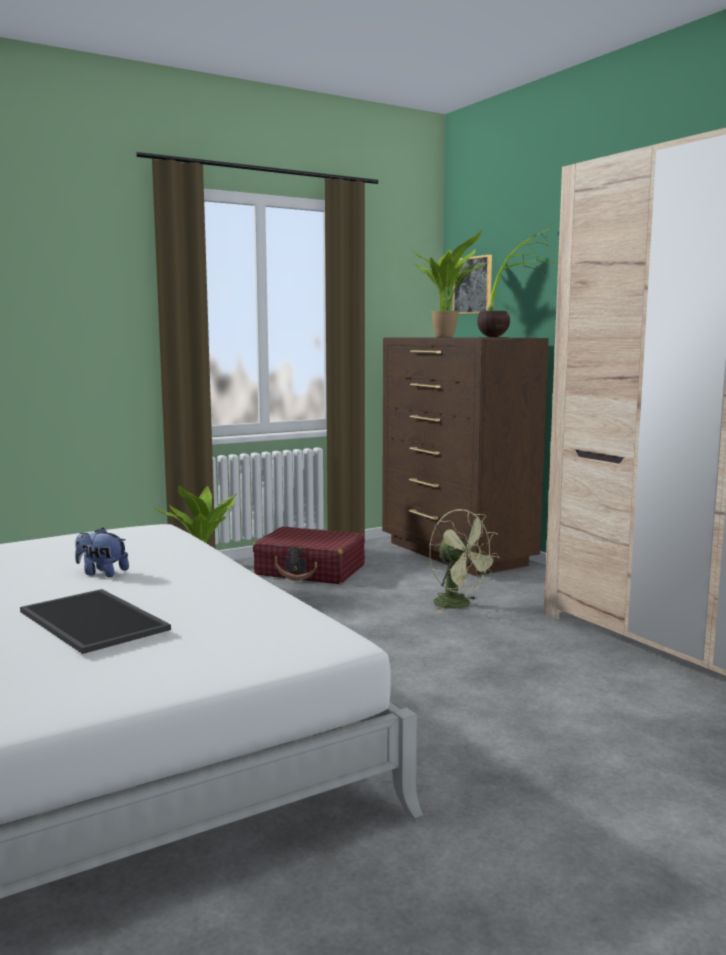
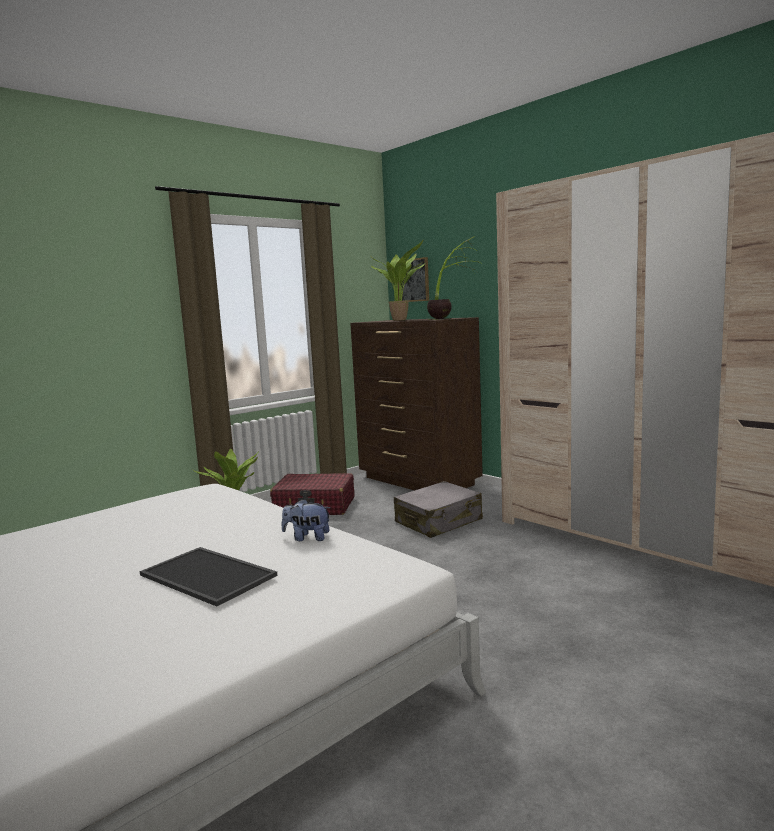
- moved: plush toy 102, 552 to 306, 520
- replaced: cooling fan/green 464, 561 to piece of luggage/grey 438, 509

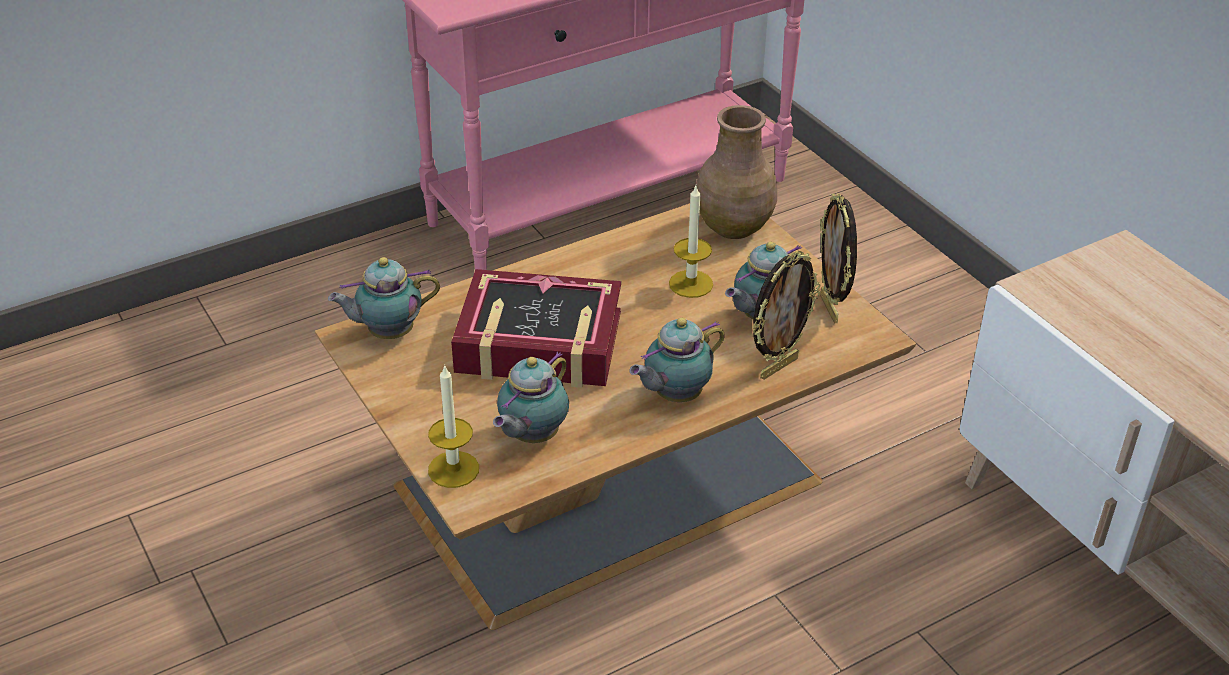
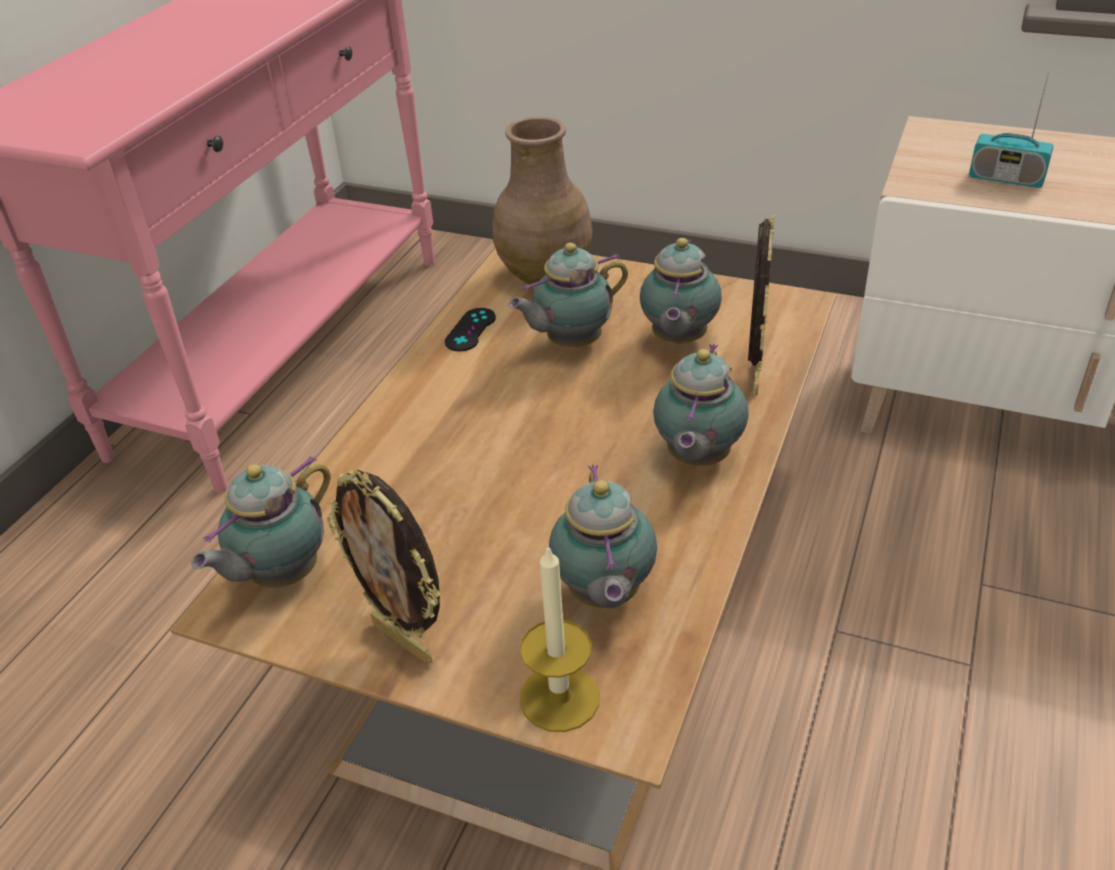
- removed: bound book 536, 328
- added: joypad/black 470, 330
- added: radio receiver 1011, 132
- moved: photo frame 838, 258 to 383, 567
- replaced: wax light 691, 242 to tea pot 568, 295

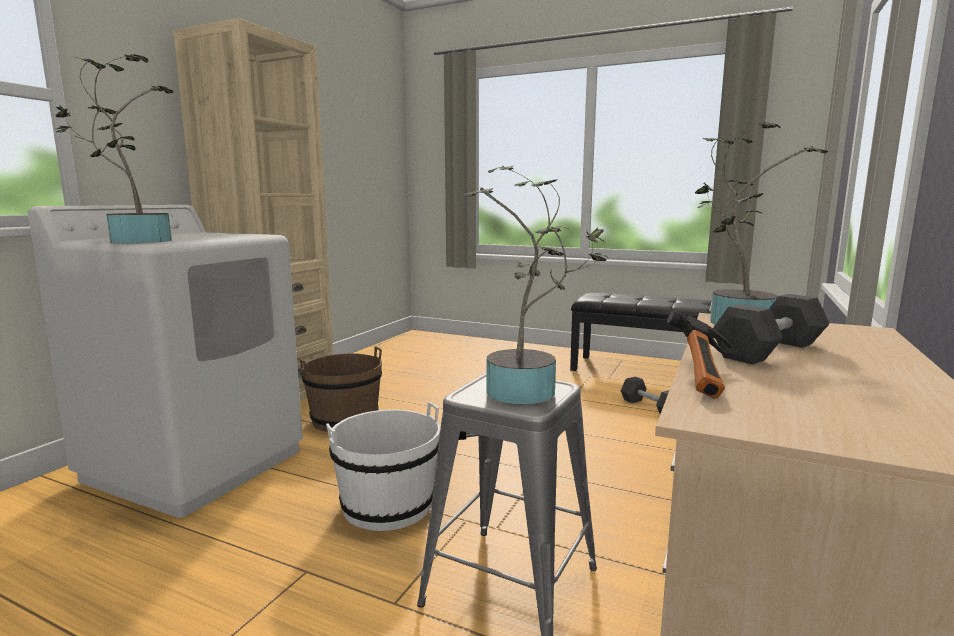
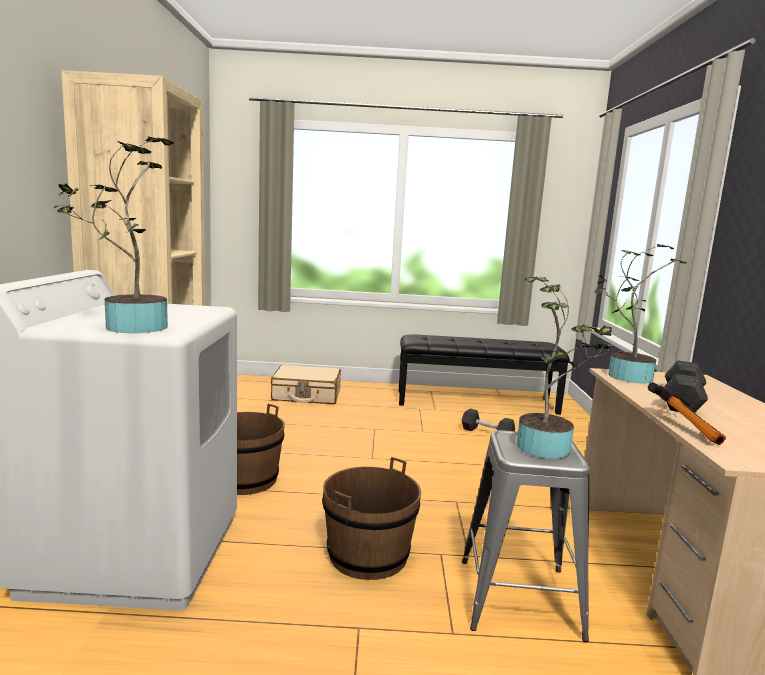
- added: piece of luggage/beige-coloured 306, 384
- recoloured: pail/white-coloured 383, 466 to pail/brown-coloured 371, 518

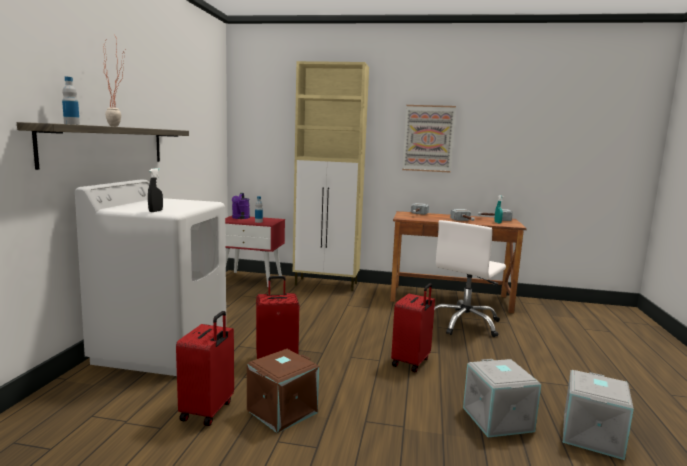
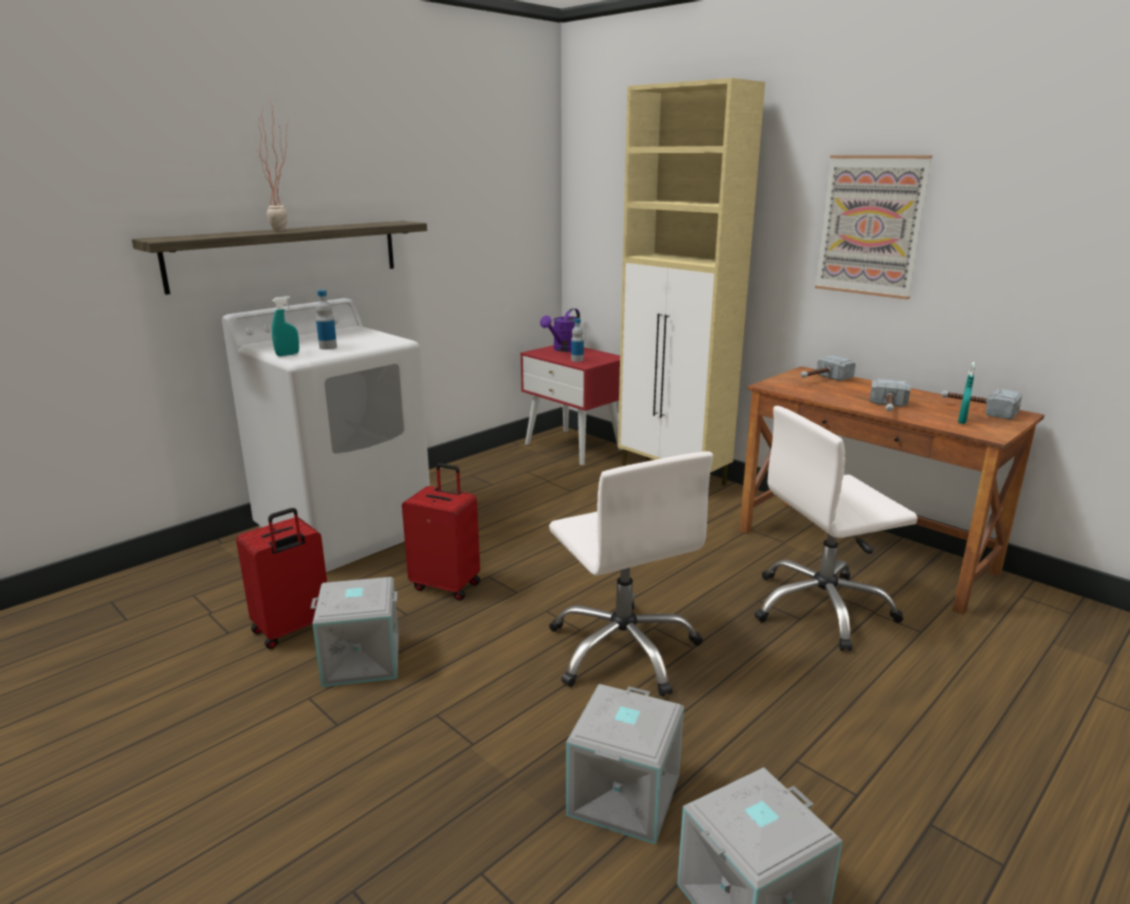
- moved: beverage bottle 71, 101 to 326, 320
- replaced: piece of luggage/red 413, 327 to desk chair/white-coloured 631, 574
- recoloured: sprayer/black 155, 190 to sprayer/blue-green 285, 326
- recoloured: storage bin/brown-coloured 283, 391 to storage bin/grey 354, 632

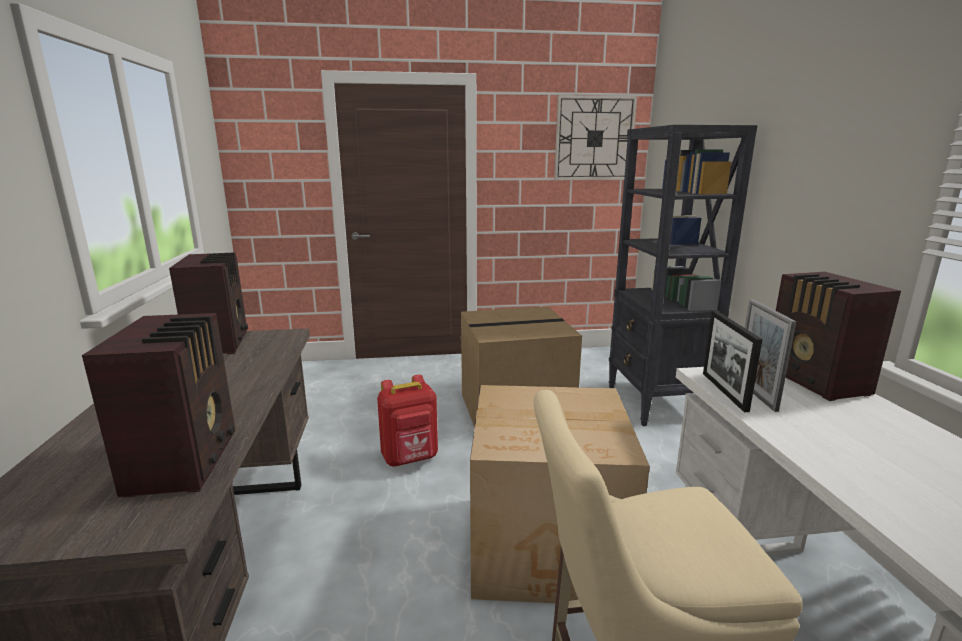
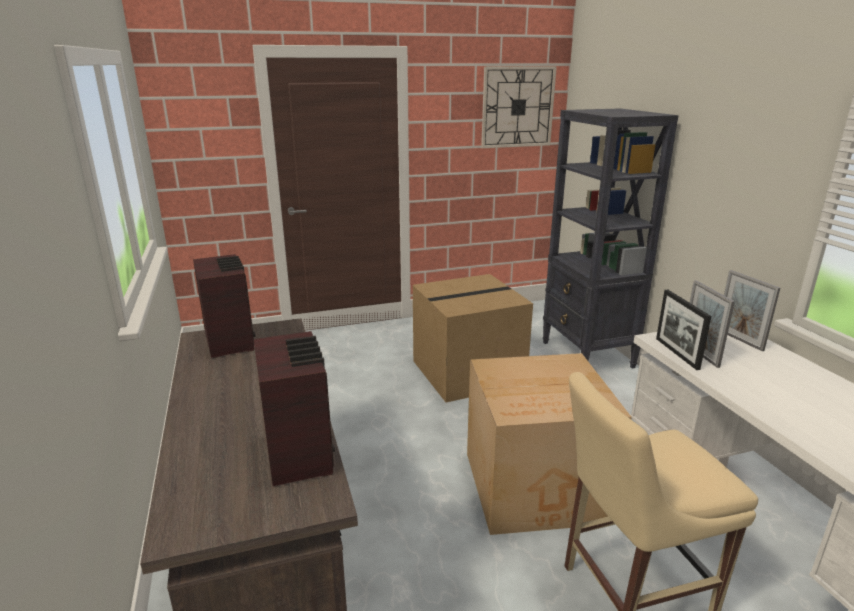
- removed: rucksack/red 407, 421
- replaced: radio receiver 838, 336 to photo frame 752, 310

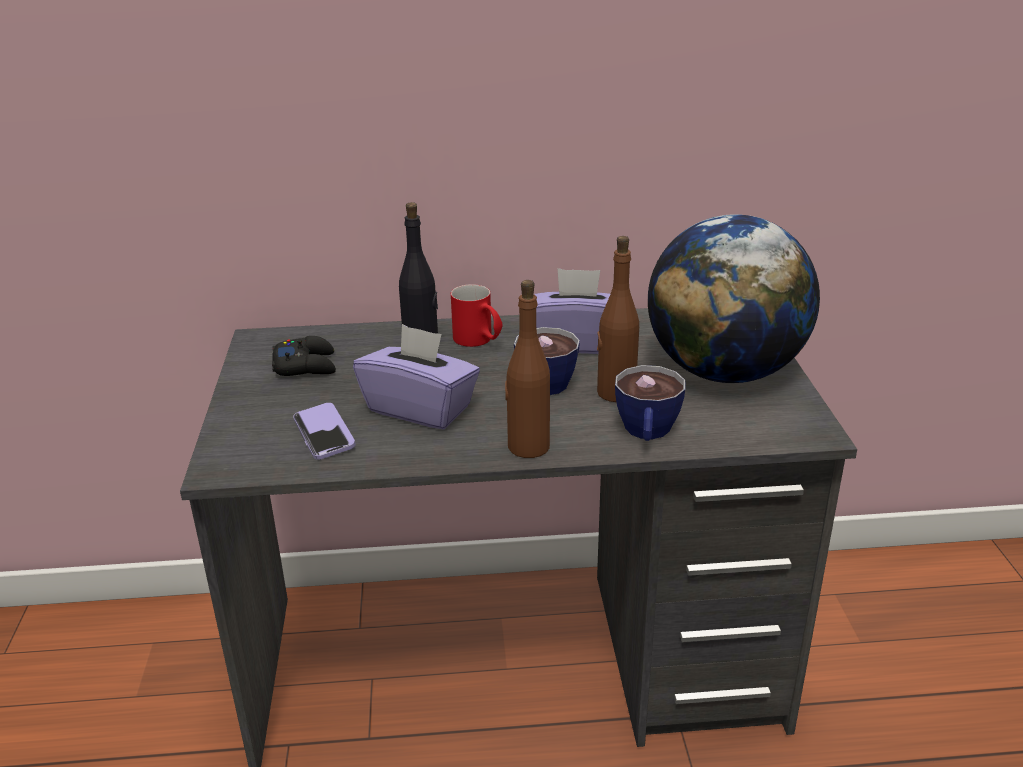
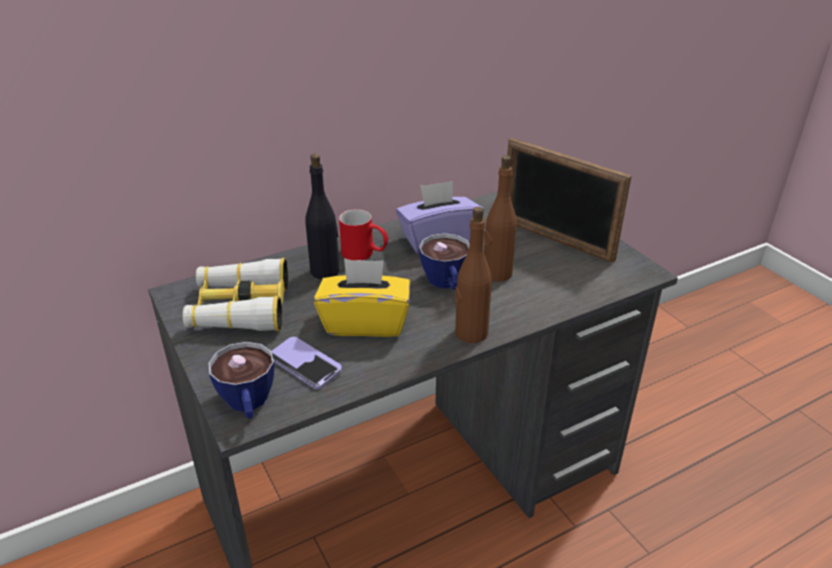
- moved: cup 650, 403 to 241, 380
- replaced: joypad/black 304, 356 to pair of binoculars 235, 294
- replaced: desk globe 734, 298 to photo frame 569, 200
- recoloured: tissue box/purple 416, 376 to tissue box/yellowish 362, 297

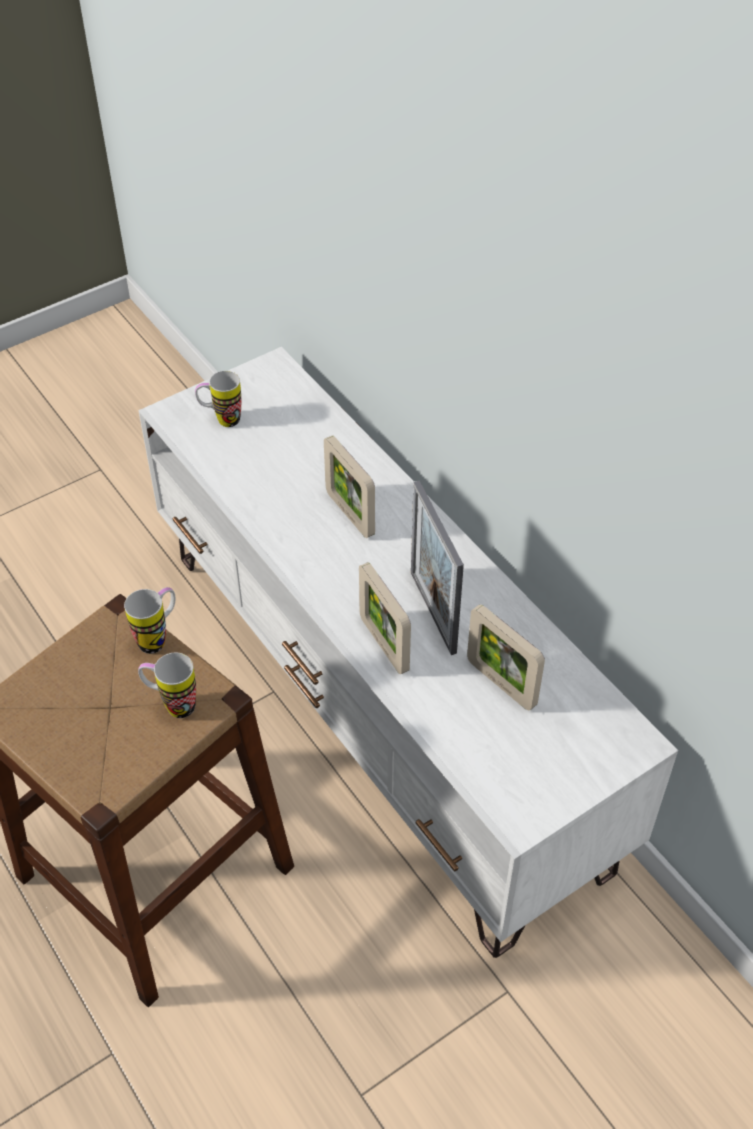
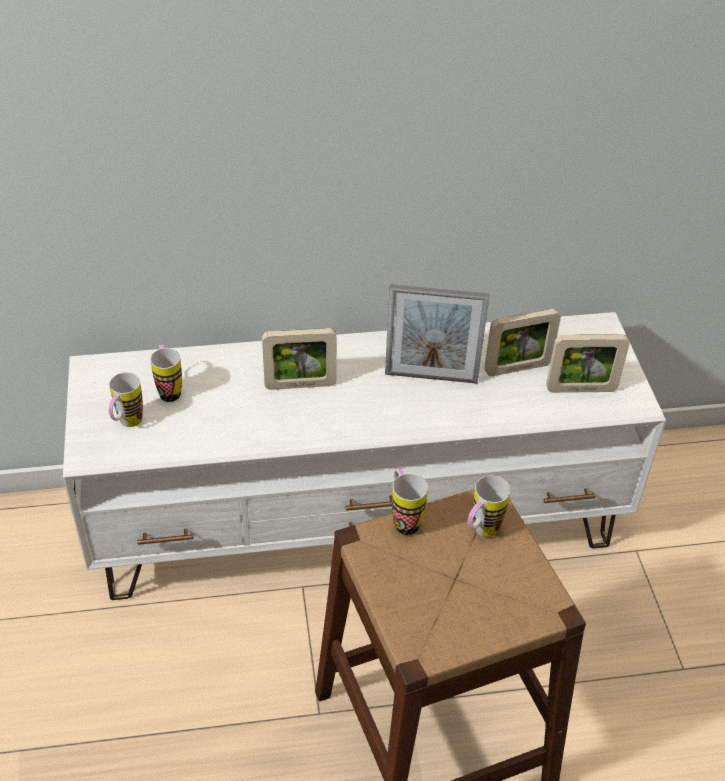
- added: mug 166, 373
- moved: photo frame 385, 618 to 588, 363

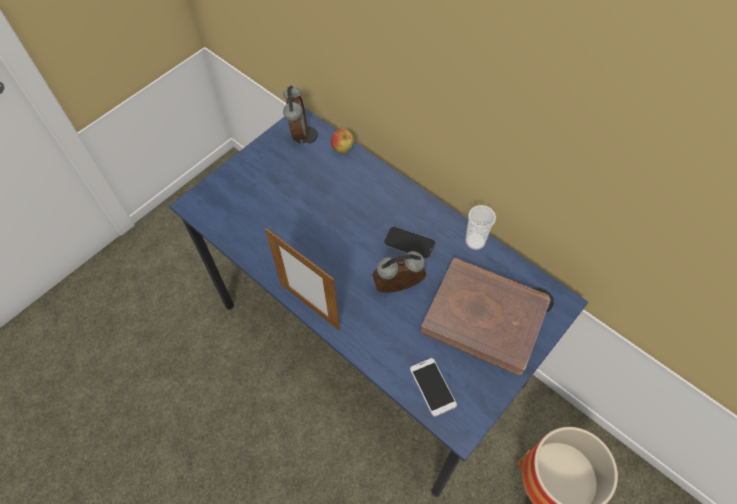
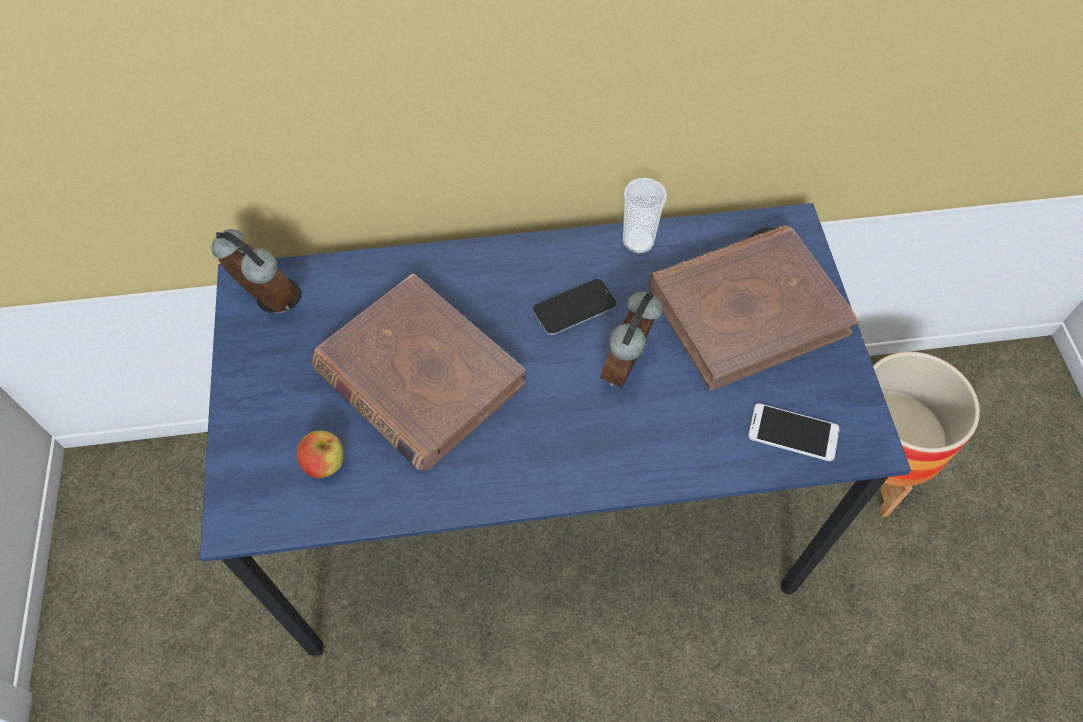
- removed: photo frame 302, 279
- added: bound book/brown-coloured 419, 372
- moved: apple fruit 342, 141 to 320, 454

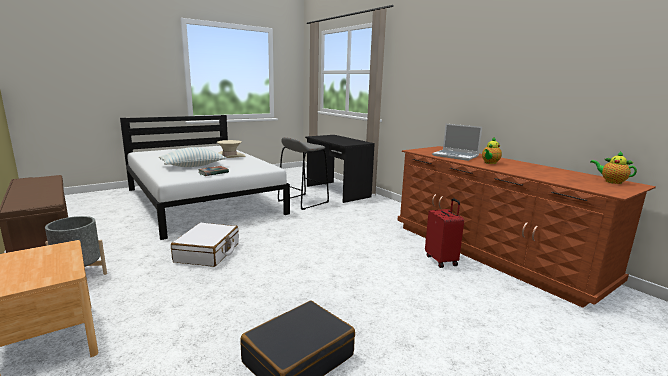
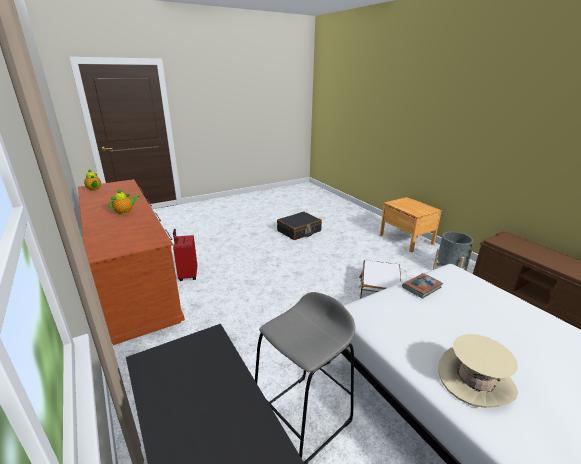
- removed: throw pillow 192, 157
- removed: laptop 457, 142

